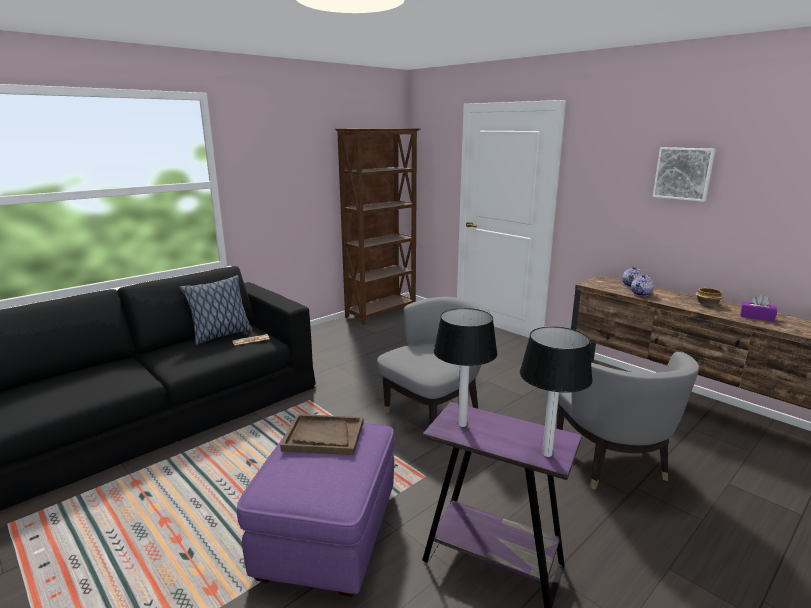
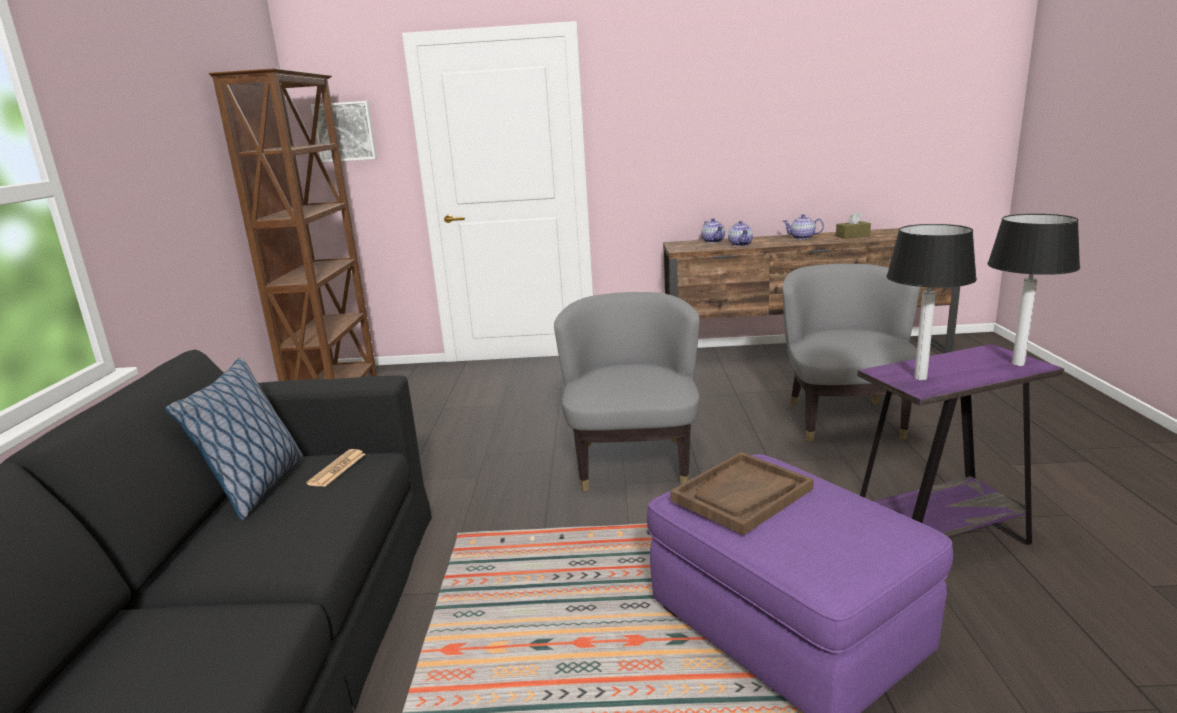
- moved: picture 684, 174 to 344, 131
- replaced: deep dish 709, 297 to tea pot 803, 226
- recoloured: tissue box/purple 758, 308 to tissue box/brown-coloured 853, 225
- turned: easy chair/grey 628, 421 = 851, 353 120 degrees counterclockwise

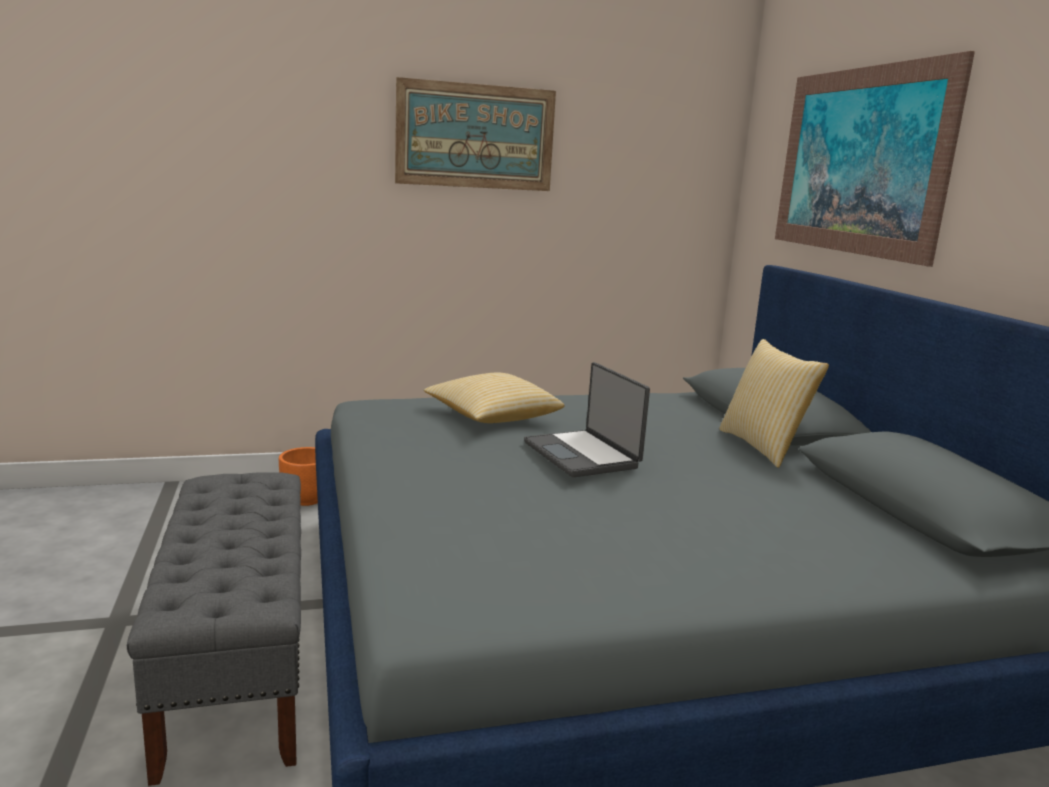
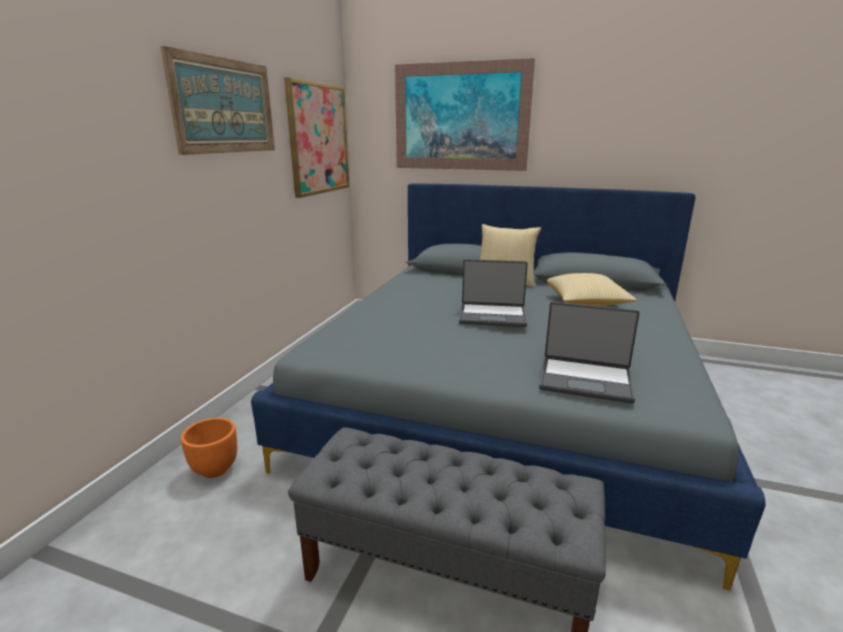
- added: picture 316, 137
- added: laptop 589, 352
- moved: throw pillow 494, 398 to 592, 289

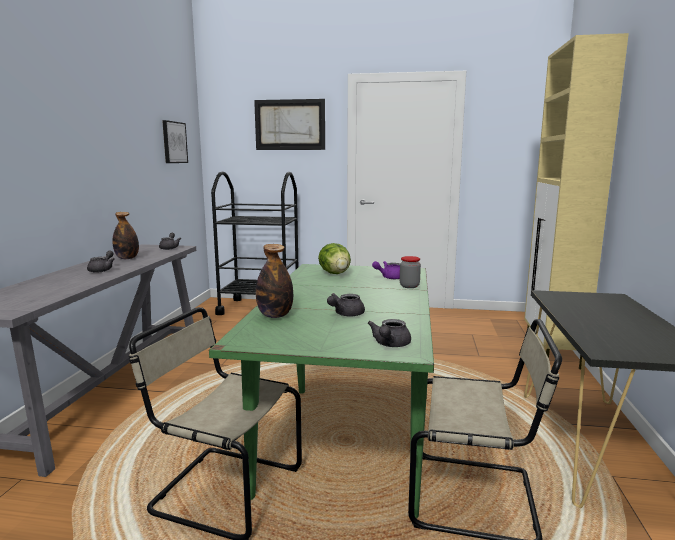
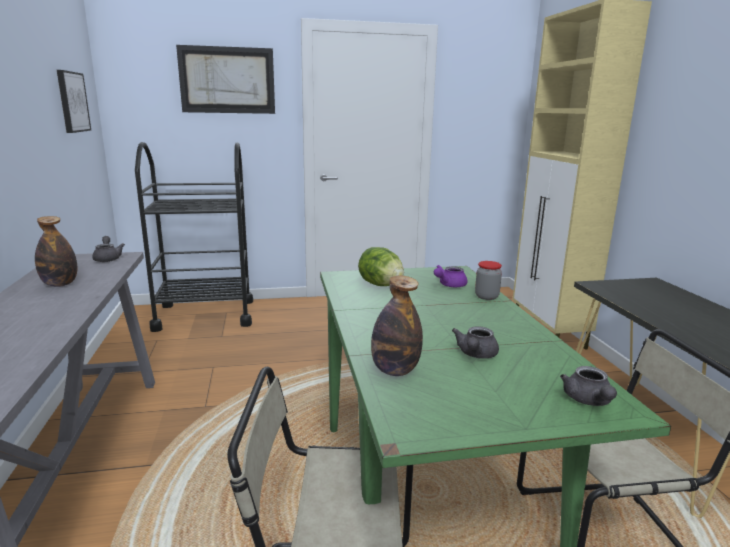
- removed: tea pot/grey 100, 261

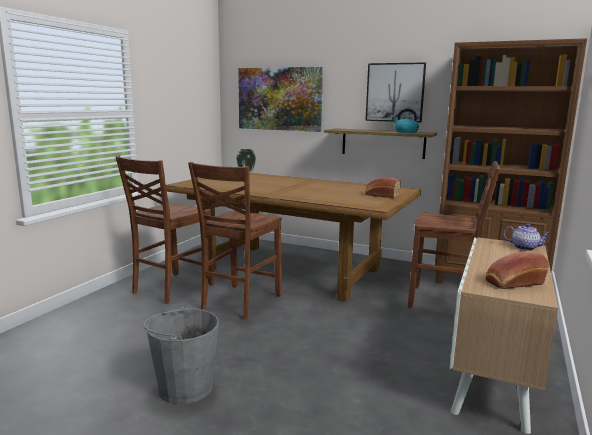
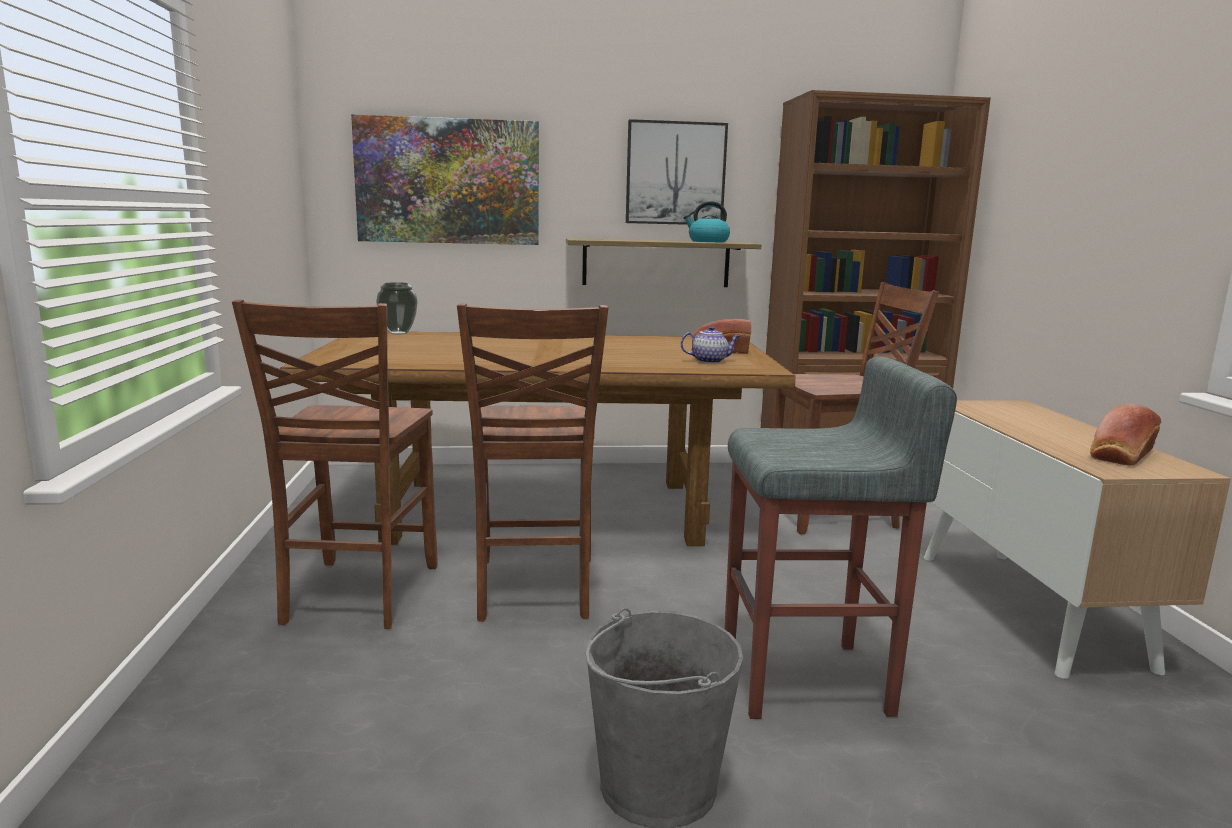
- added: stool seat/grey 841, 537
- moved: tea pot 527, 236 to 710, 344

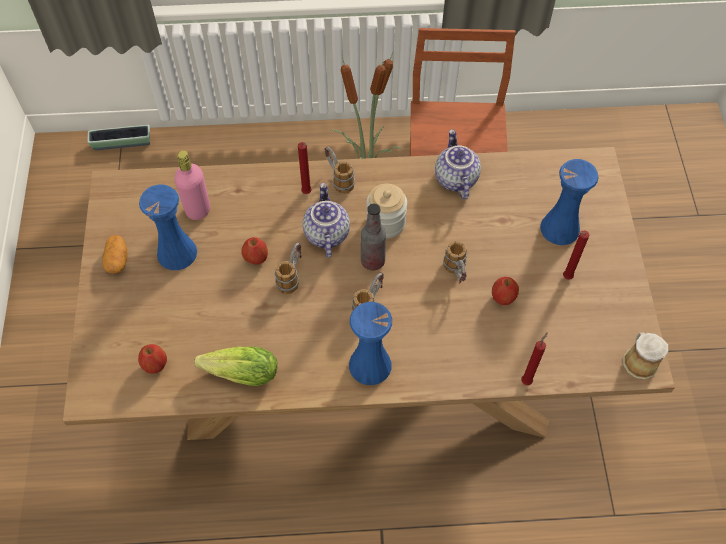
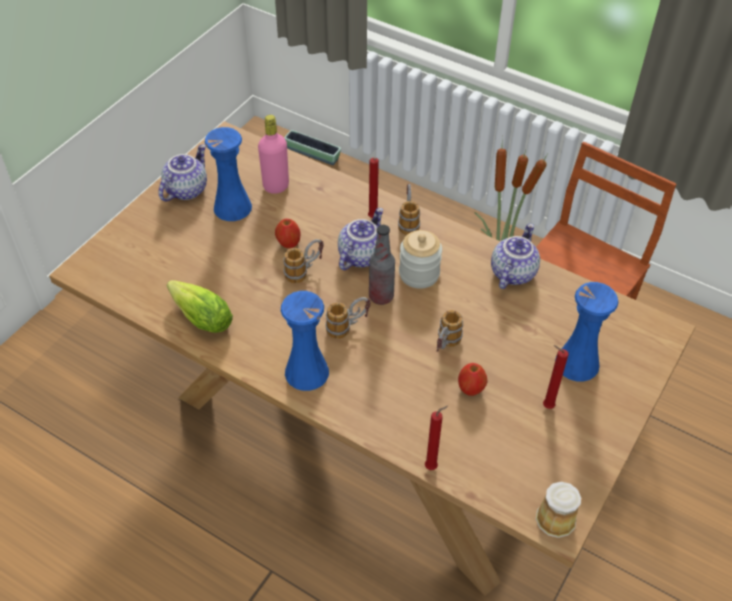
- removed: apple fruit 152, 359
- replaced: whole potato 115, 254 to tea pot 182, 172

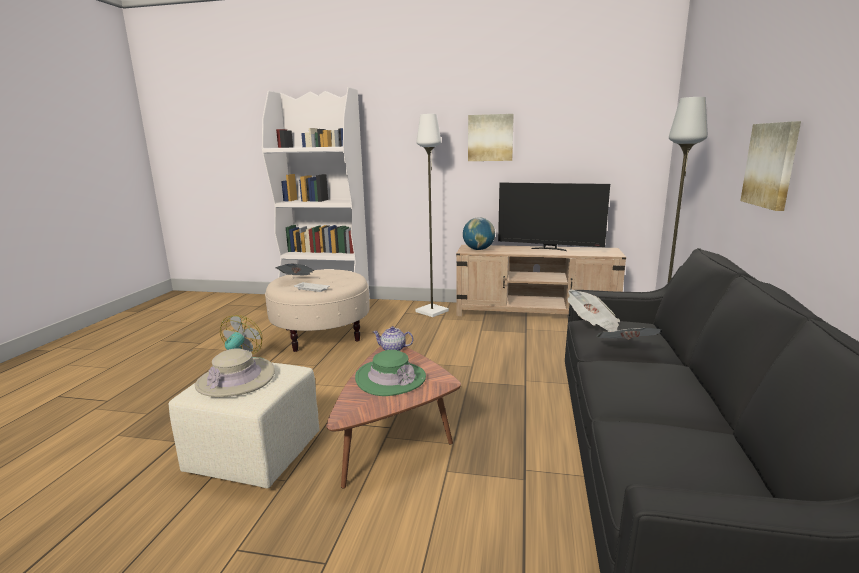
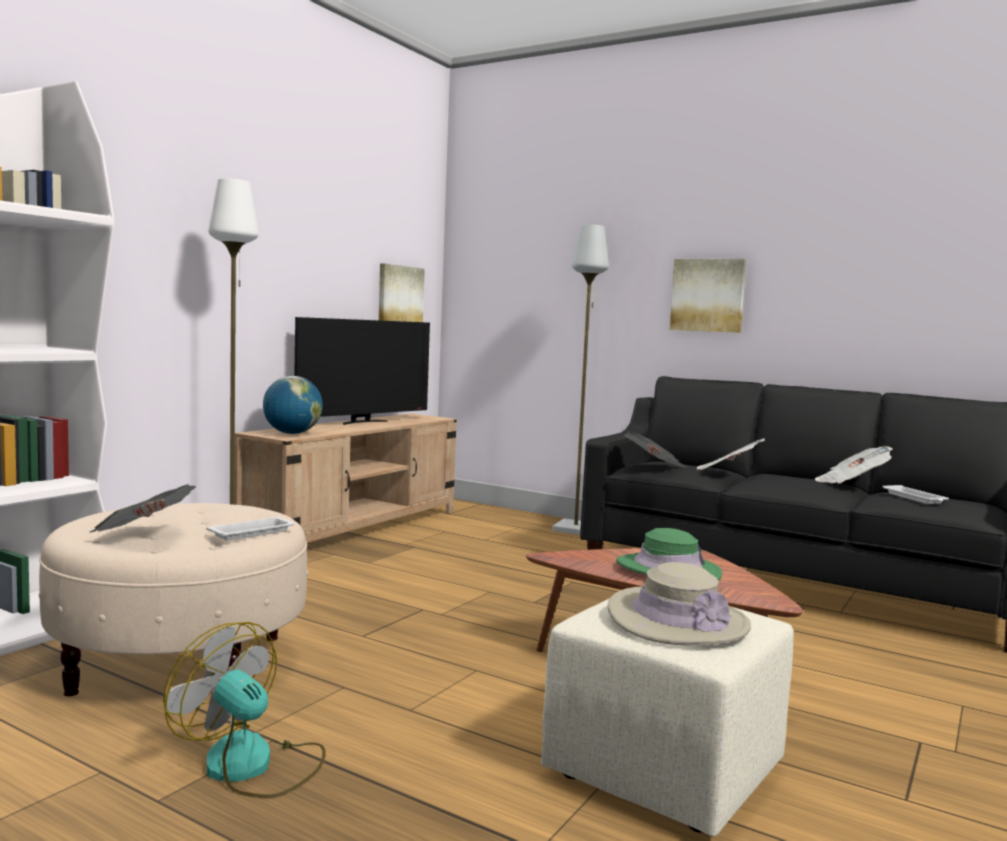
- removed: tea pot 393, 338
- added: printed paper 854, 465
- added: carrying tray/white-coloured 915, 494
- moved: picture 491, 137 to 402, 292

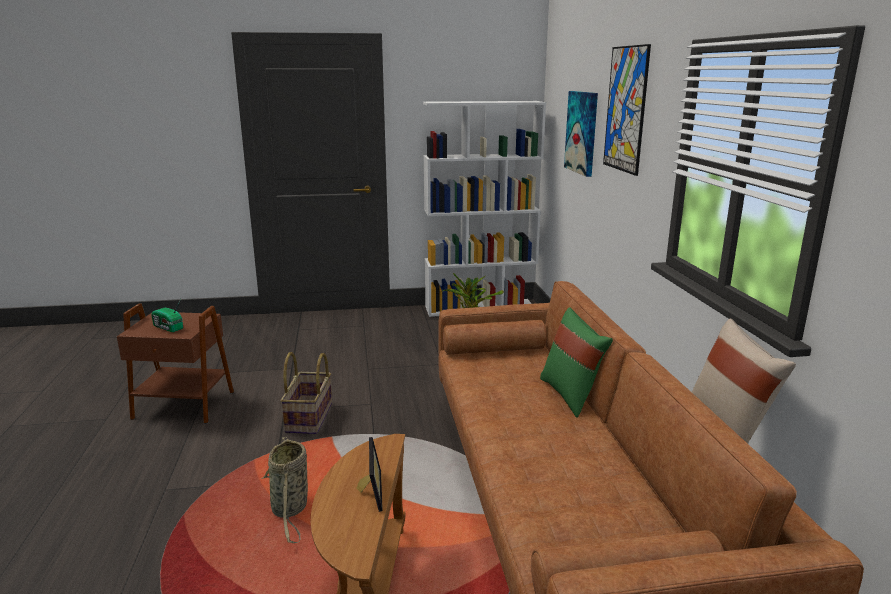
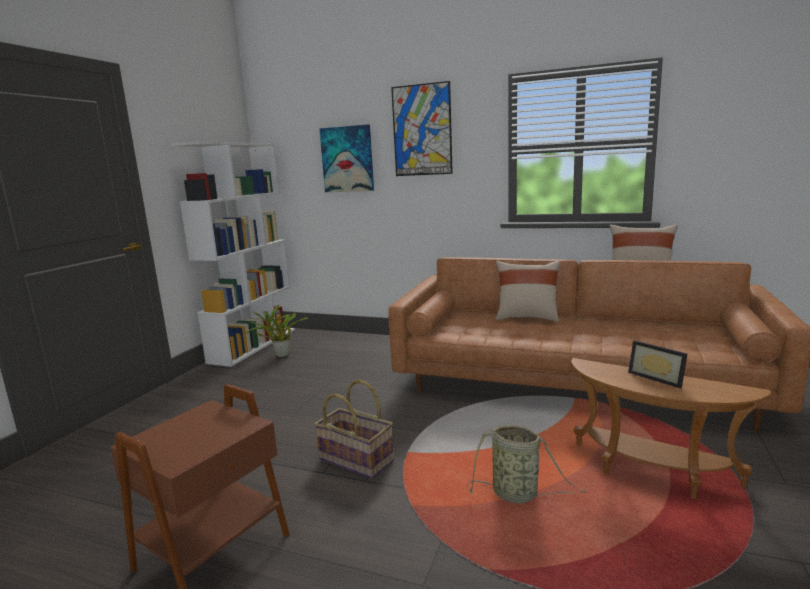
- removed: radio receiver 167, 315
- recoloured: throw pillow/green 576, 362 to throw pillow/beige-coloured 528, 291
- turned: photo frame 370, 474 = 657, 364 150 degrees counterclockwise

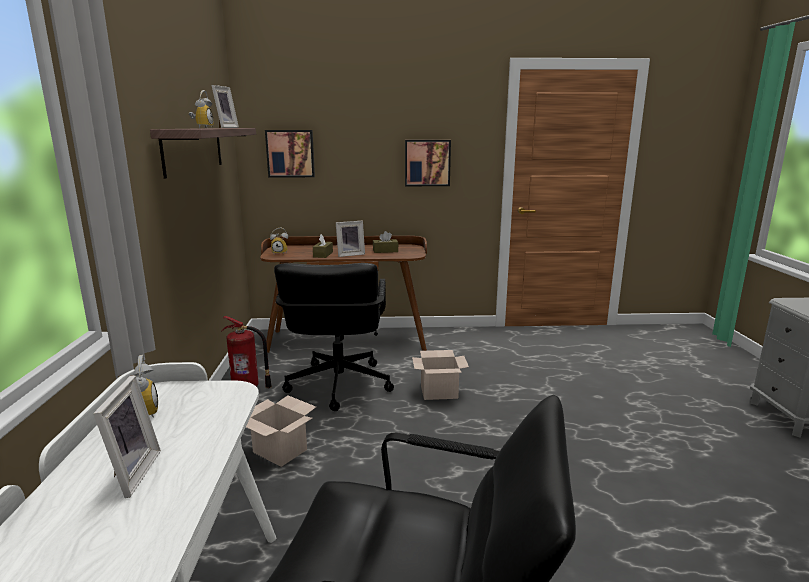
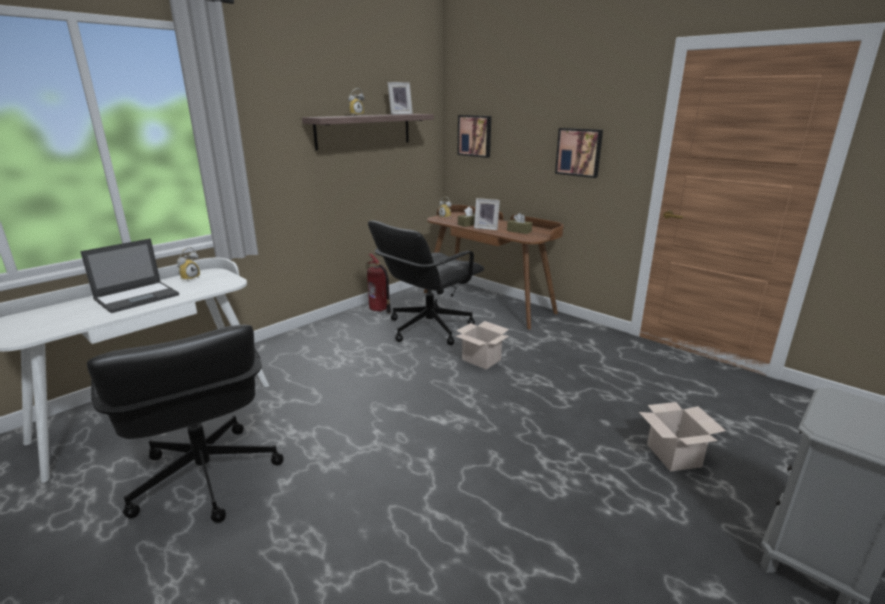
- moved: packing box 281, 431 to 682, 436
- replaced: photo frame 127, 436 to laptop 129, 275

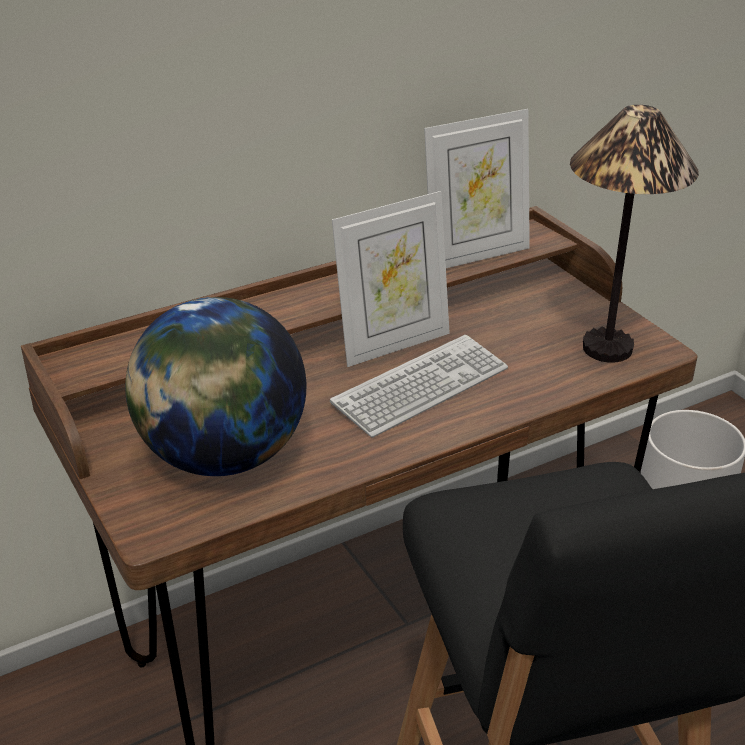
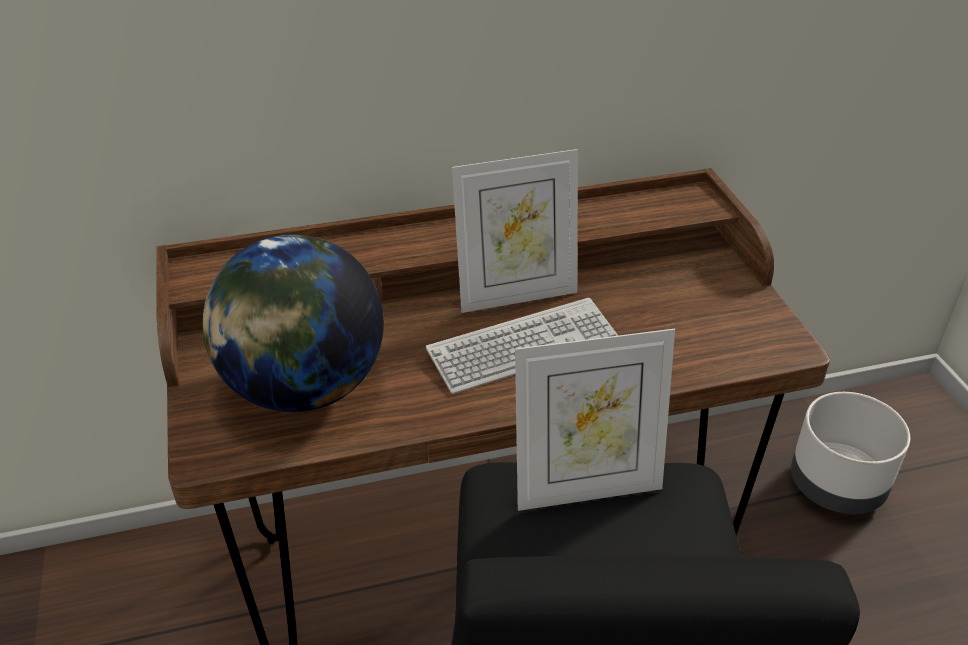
- removed: tabletop lamp 634, 234
- moved: photo frame 477, 188 to 595, 420

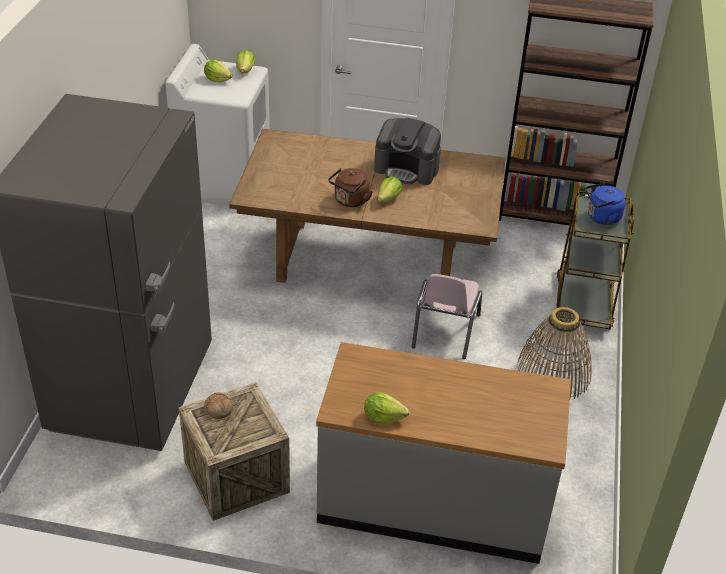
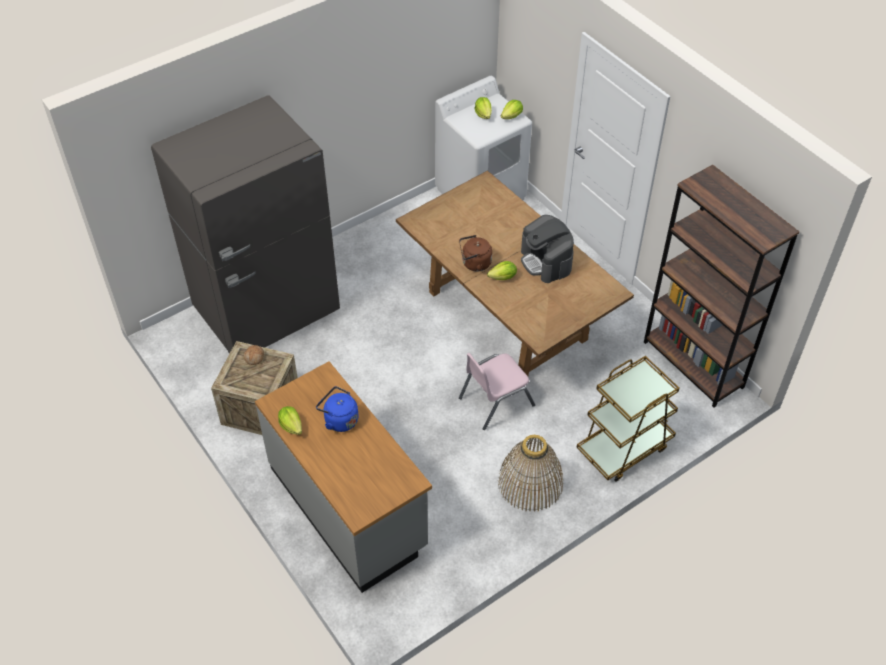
- moved: kettle/blue 606, 204 to 337, 409

